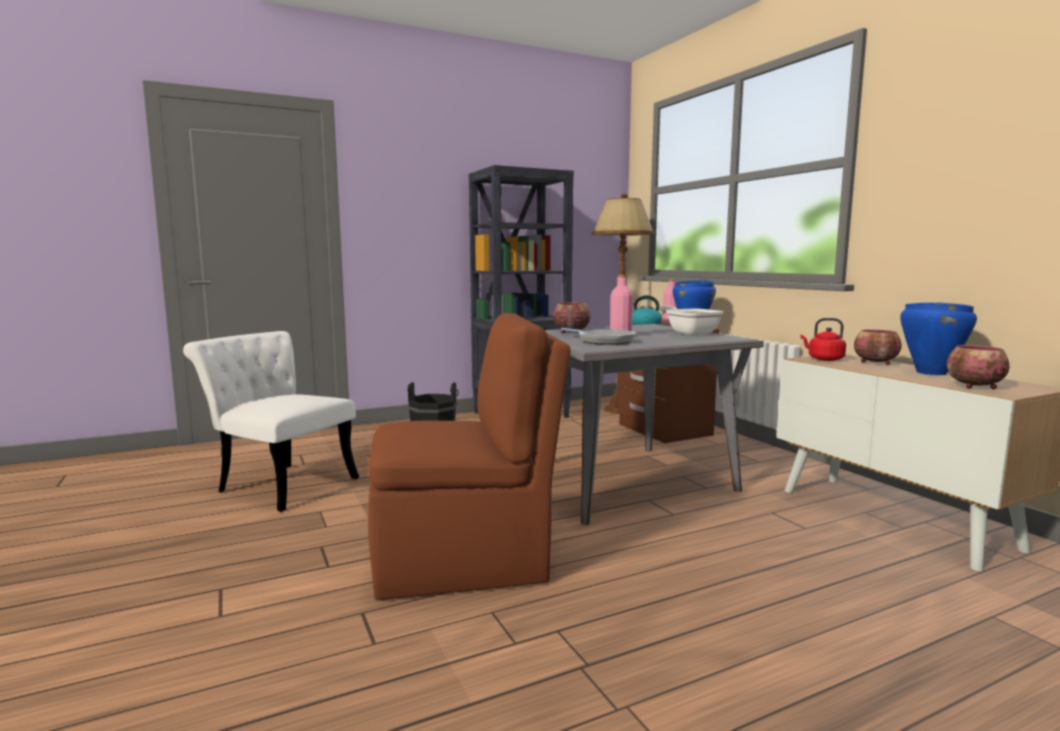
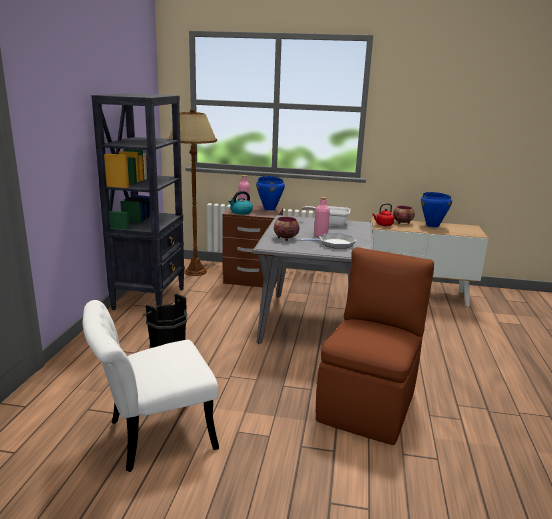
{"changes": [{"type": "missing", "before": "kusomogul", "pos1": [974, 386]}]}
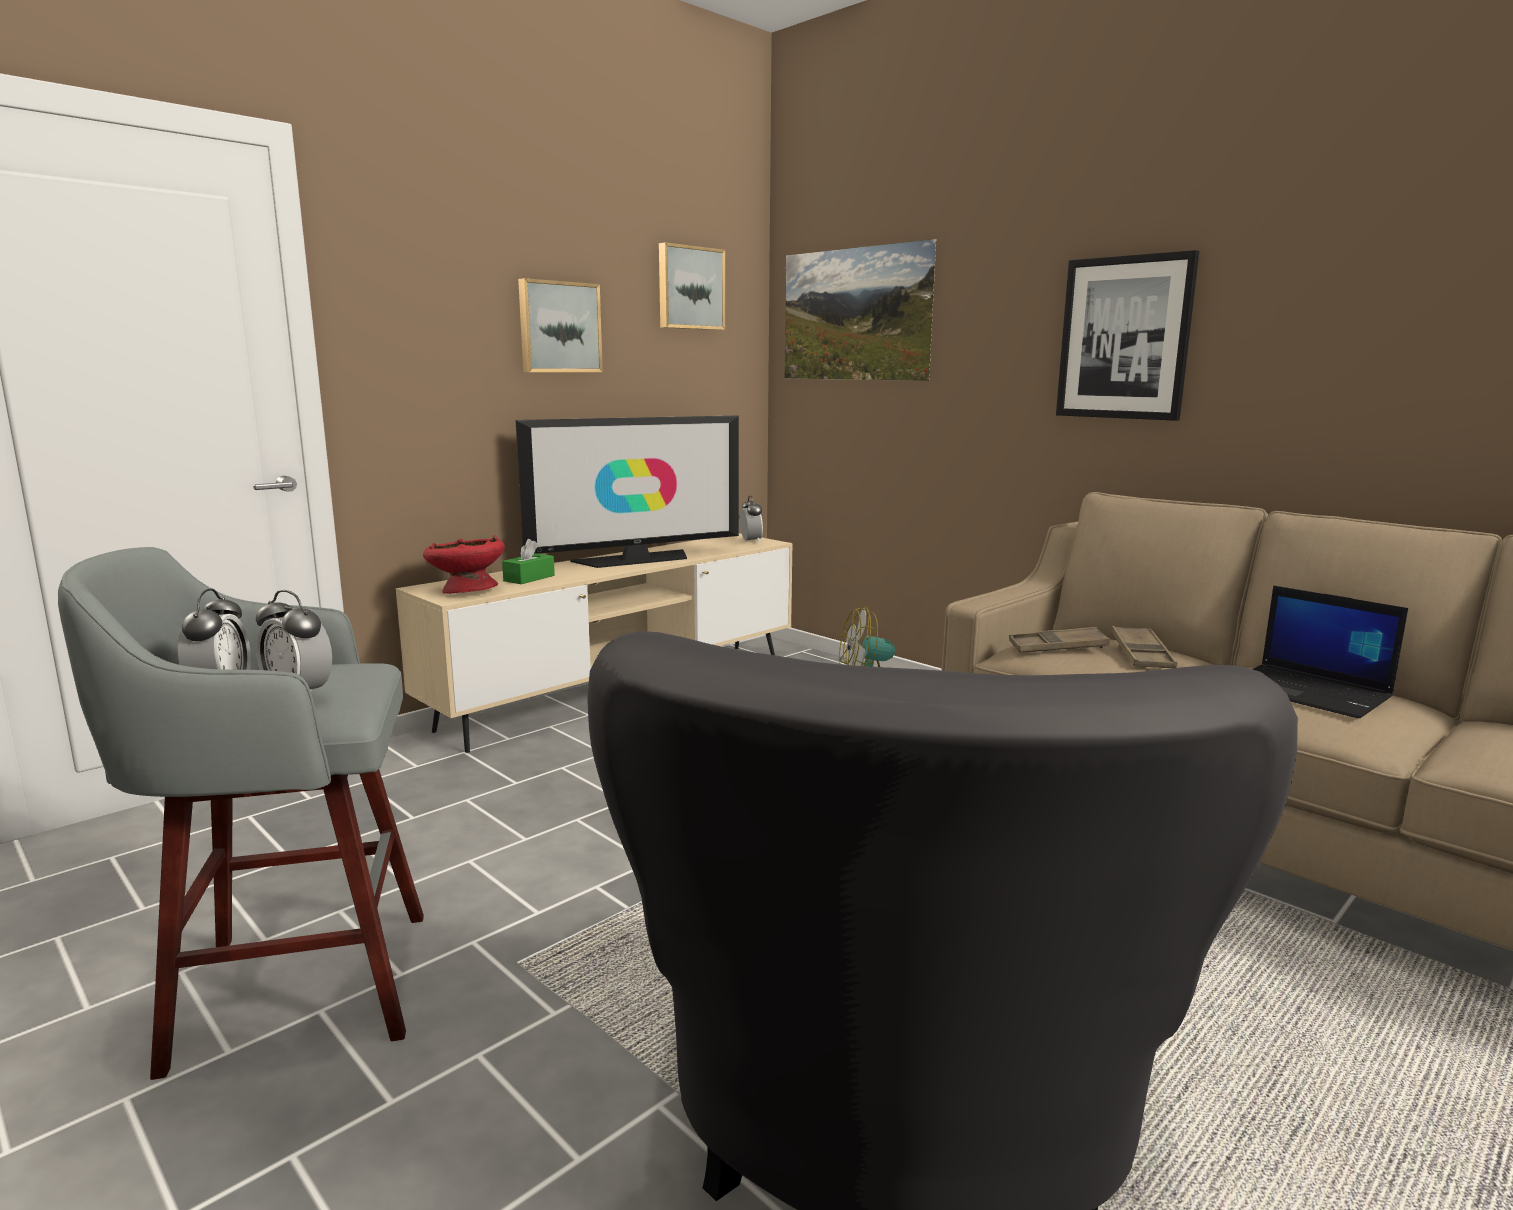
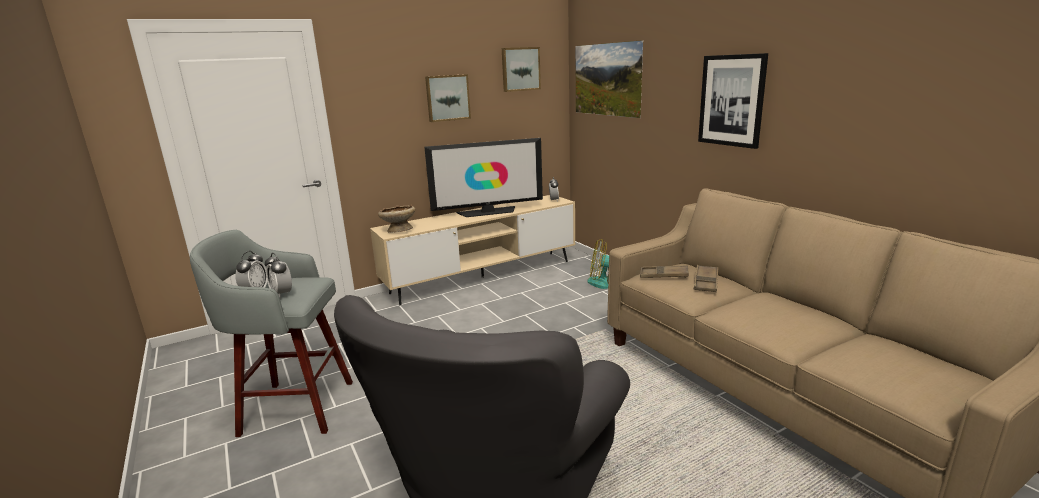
{"changes": [{"type": "missing", "before": "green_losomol", "pos1": [529, 578]}, {"type": "missing", "before": "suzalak", "pos1": [1310, 692]}, {"type": "colour", "before": "red_kusomogul", "after": "beige_kusomogul", "pos1": [466, 591], "pos2": [398, 231]}]}
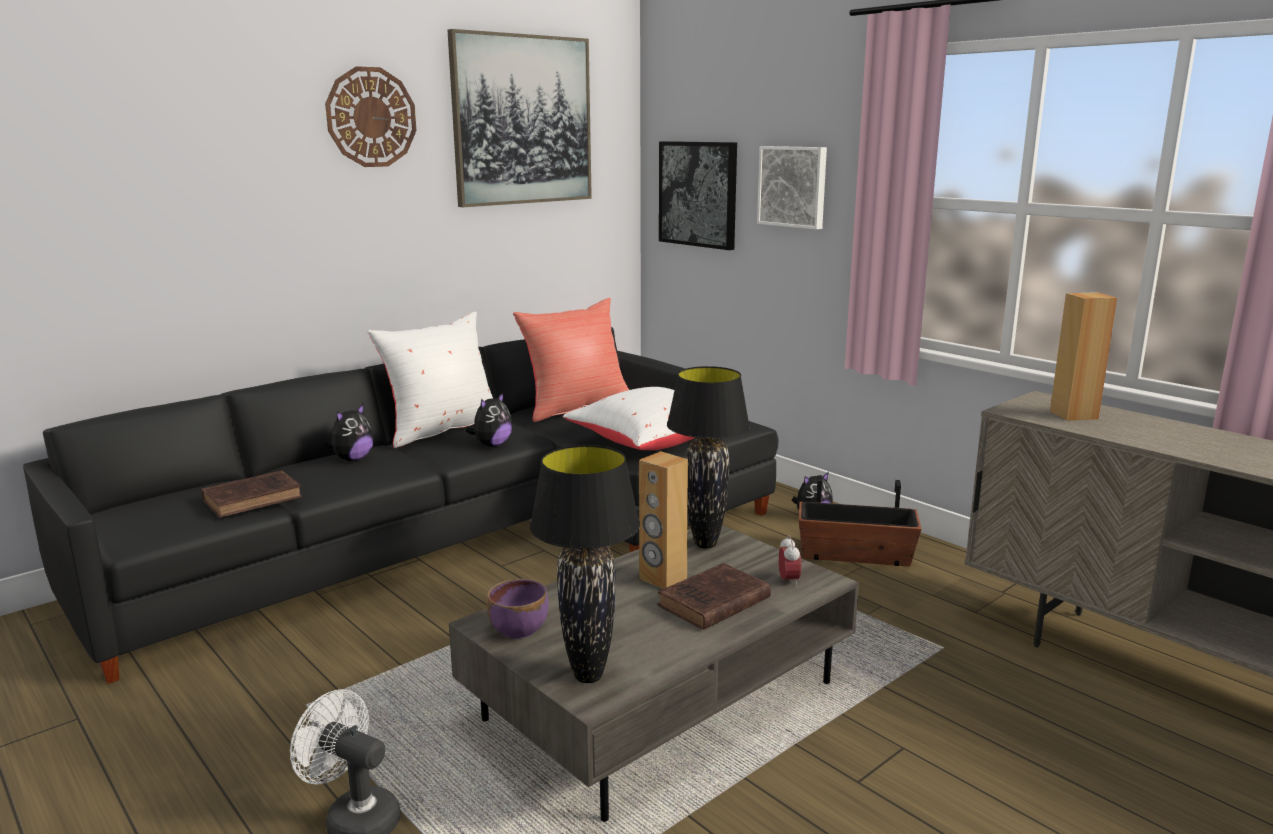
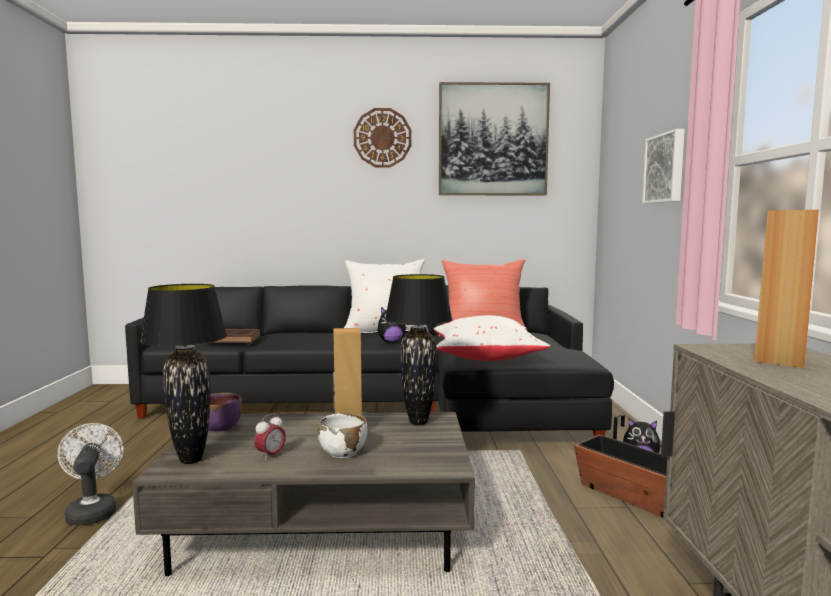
{"changes": [{"type": "missing", "before": "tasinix", "pos1": [352, 459]}, {"type": "missing", "before": "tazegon", "pos1": [698, 194]}, {"type": "relocated", "before": "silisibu", "pos1": [788, 581], "pos2": [270, 456]}, {"type": "exchanged", "before": "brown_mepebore", "after": "white_kusomogul", "pos1": [712, 603], "pos2": [343, 452]}]}
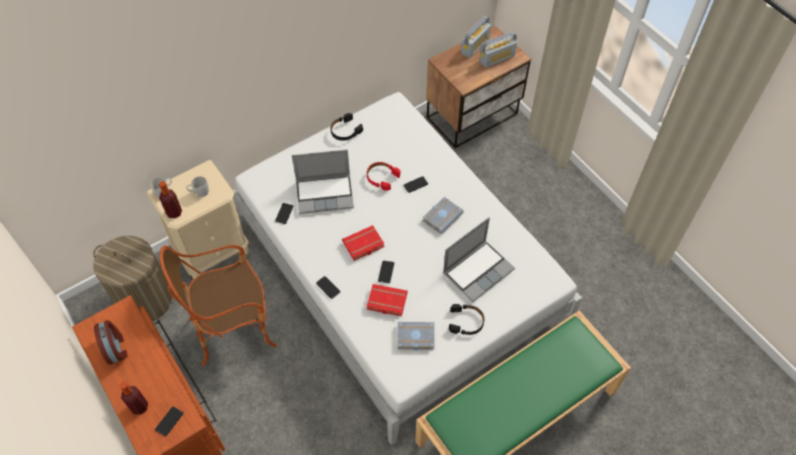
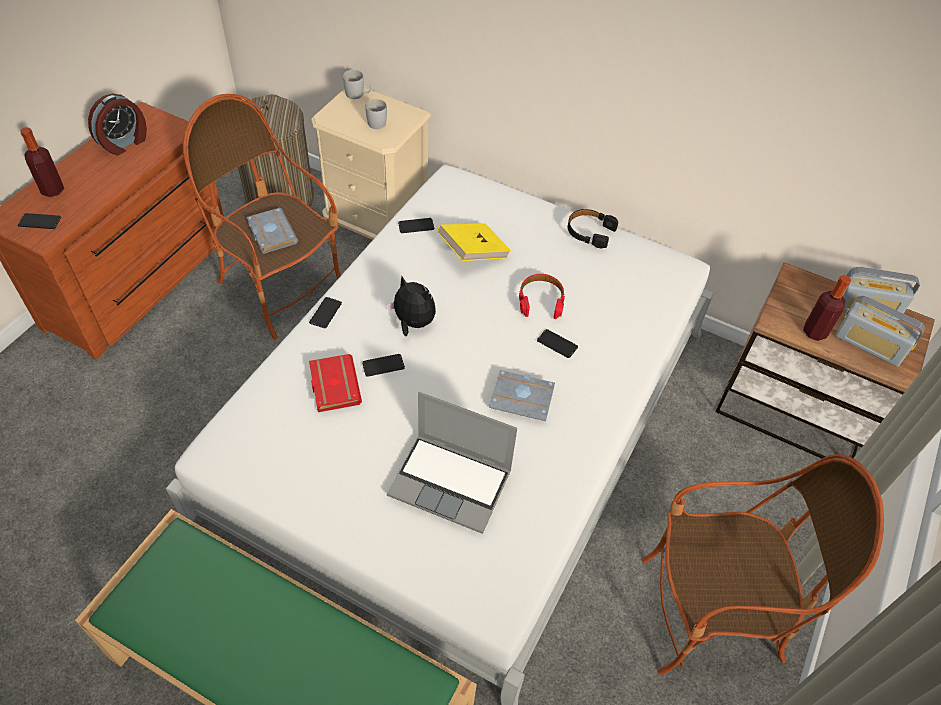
{"changes": [{"type": "missing", "before": "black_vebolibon", "pos1": [466, 322]}, {"type": "appeared", "after": "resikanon", "pos2": [708, 615]}, {"type": "relocated", "before": "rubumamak", "pos1": [174, 212], "pos2": [814, 332]}, {"type": "relocated", "before": "grey_mepebore", "pos1": [414, 338], "pos2": [270, 233]}, {"type": "exchanged", "before": "suzalak", "after": "yellow_mepebore", "pos1": [325, 194], "pos2": [473, 253]}, {"type": "exchanged", "before": "red_mepebore", "after": "tasinix", "pos1": [363, 245], "pos2": [412, 323]}]}
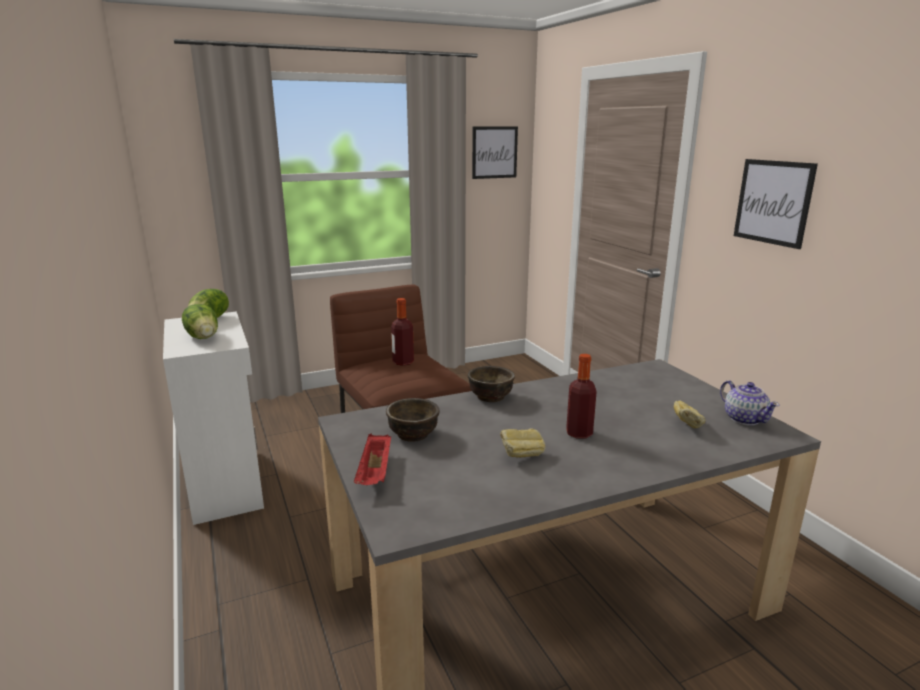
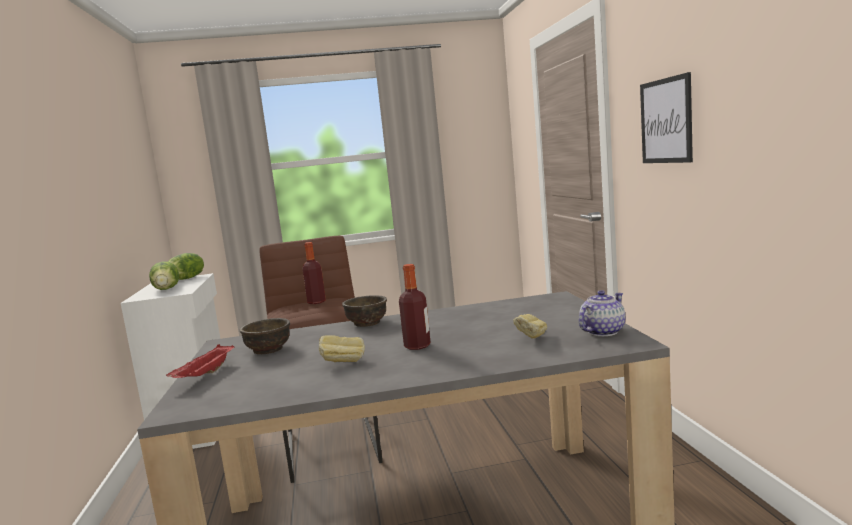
{"changes": [{"type": "missing", "before": "tazegon", "pos1": [494, 152]}, {"type": "spun", "before": "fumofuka", "pos1": [744, 418], "pos2": [602, 332], "turn": -120}]}
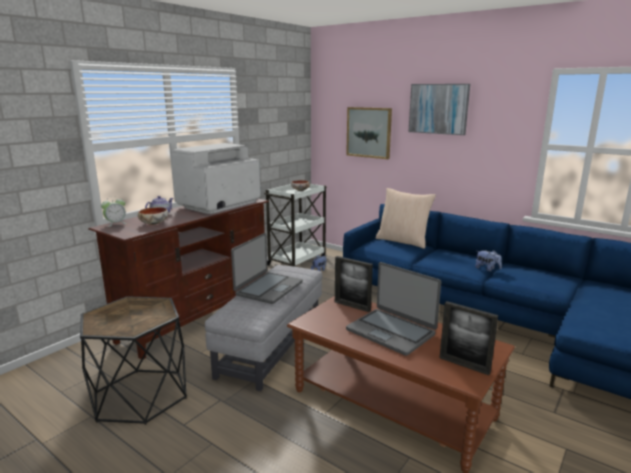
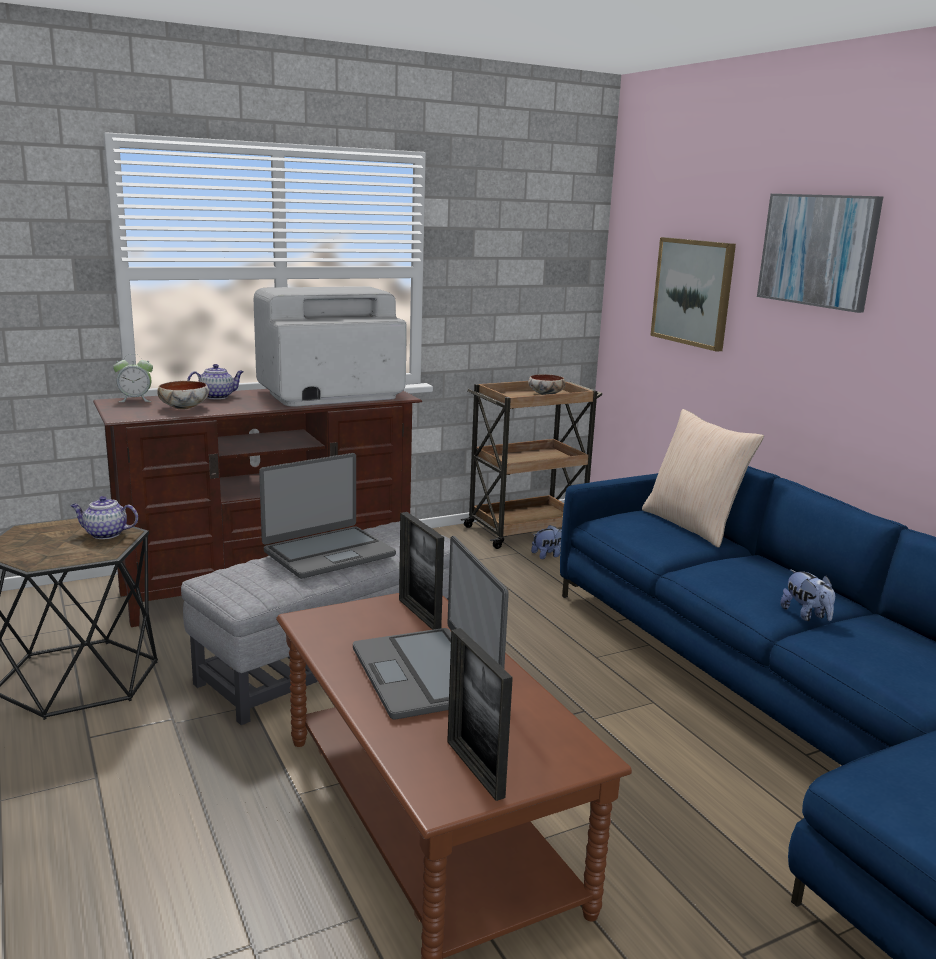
{"changes": [{"type": "appeared", "after": "fumofuka", "pos2": [105, 534]}, {"type": "colour", "before": "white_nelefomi", "after": "brown_nelefomi", "pos1": [297, 261], "pos2": [526, 530]}]}
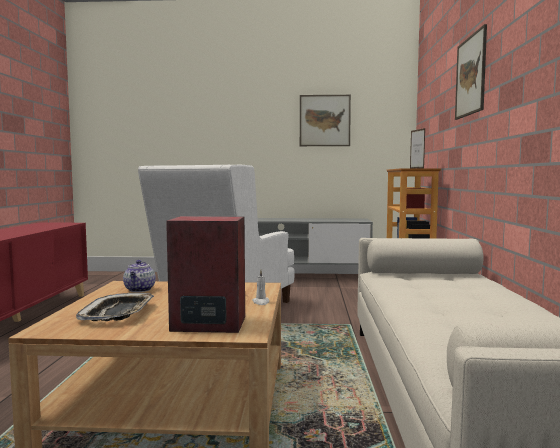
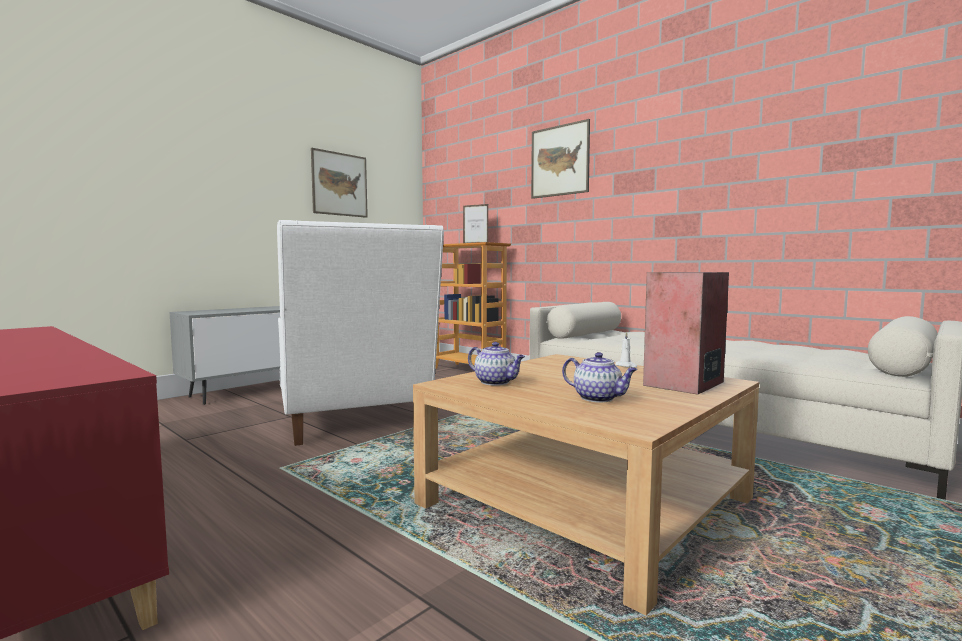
{"changes": [{"type": "exchanged", "before": "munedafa", "after": "fumofuka", "pos1": [118, 313], "pos2": [598, 398]}]}
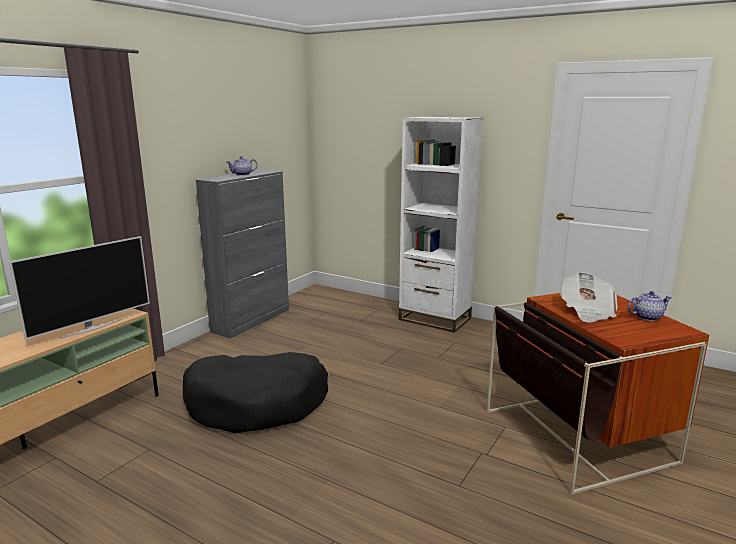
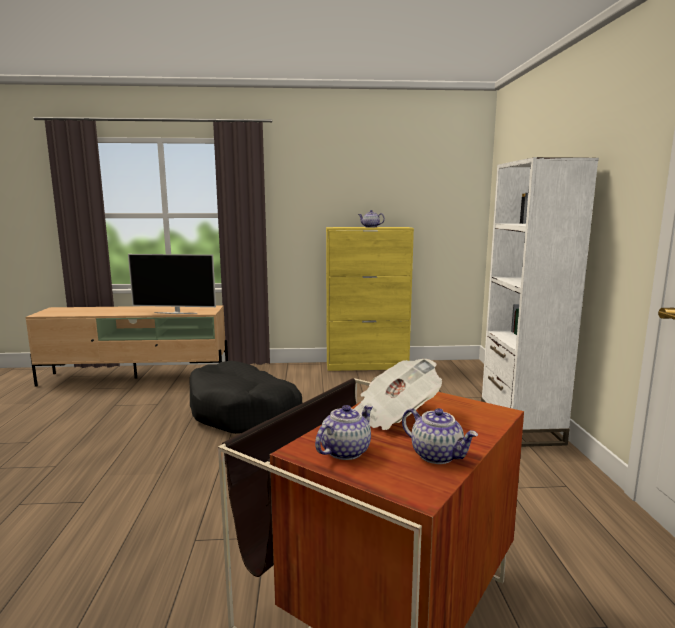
{"changes": [{"type": "appeared", "after": "fumofuka", "pos2": [345, 451]}, {"type": "colour", "before": "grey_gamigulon", "after": "yellow_gamigulon", "pos1": [252, 320], "pos2": [367, 366]}]}
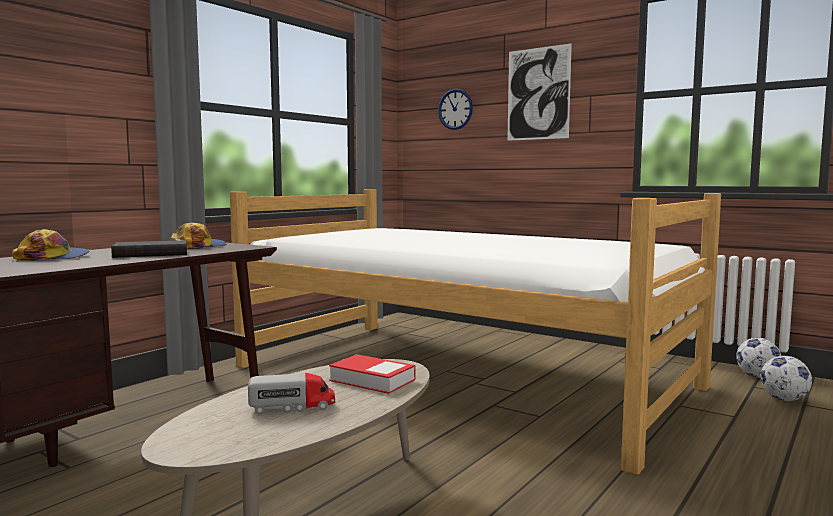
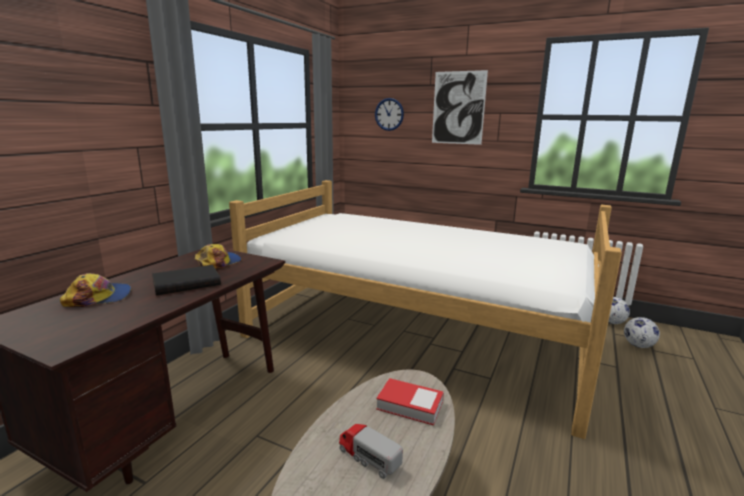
{"changes": [{"type": "spun", "before": "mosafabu", "pos1": [292, 407], "pos2": [368, 457], "turn": -120}]}
